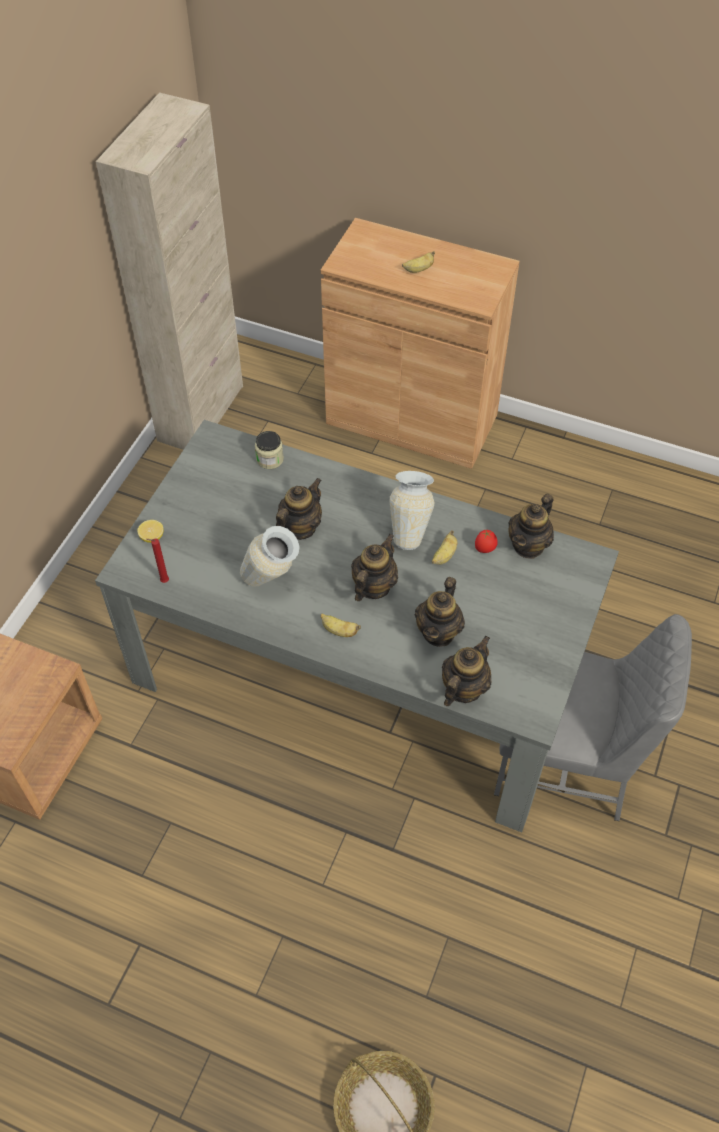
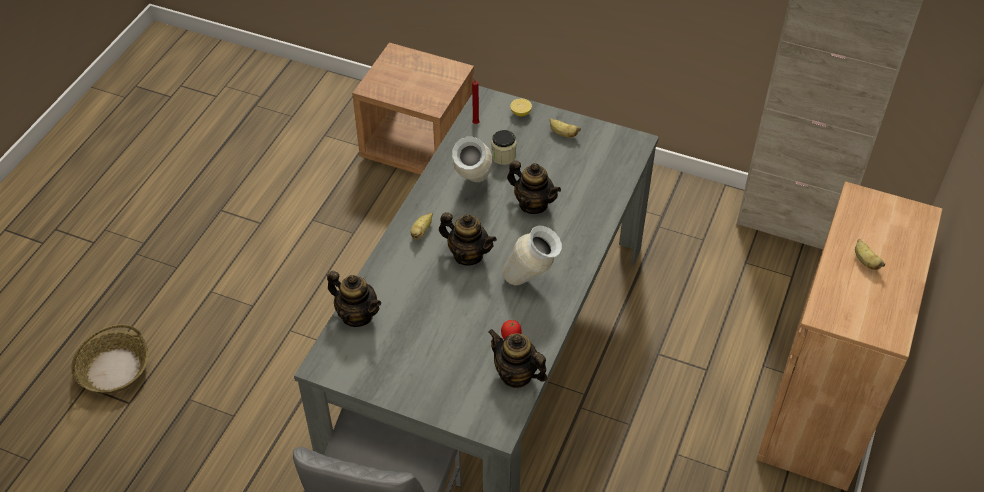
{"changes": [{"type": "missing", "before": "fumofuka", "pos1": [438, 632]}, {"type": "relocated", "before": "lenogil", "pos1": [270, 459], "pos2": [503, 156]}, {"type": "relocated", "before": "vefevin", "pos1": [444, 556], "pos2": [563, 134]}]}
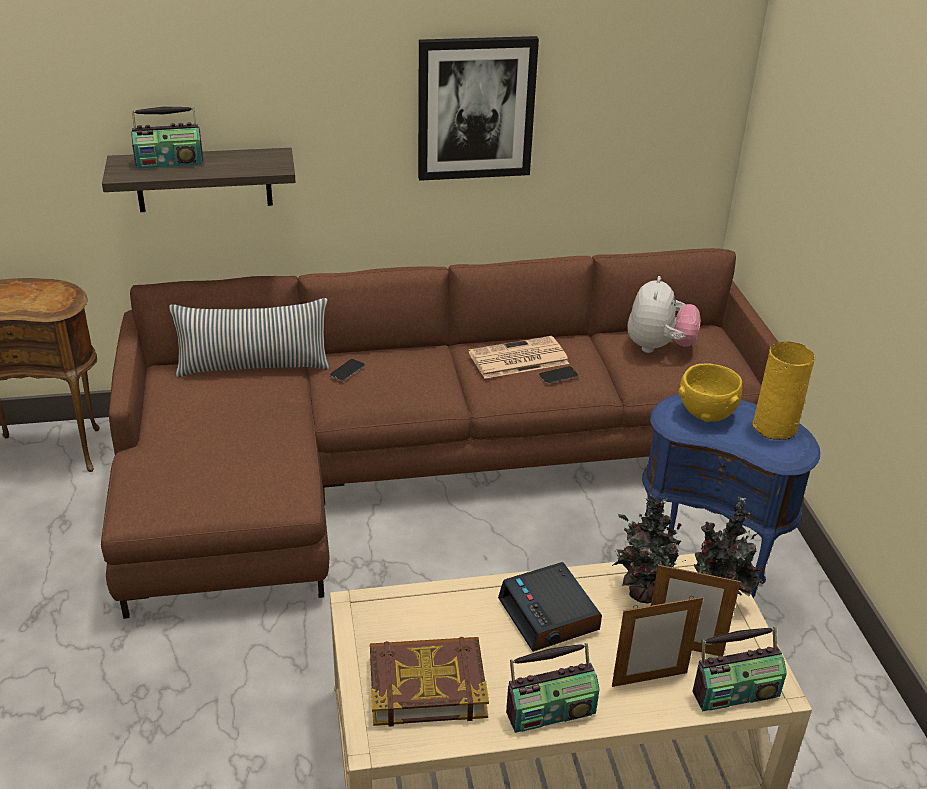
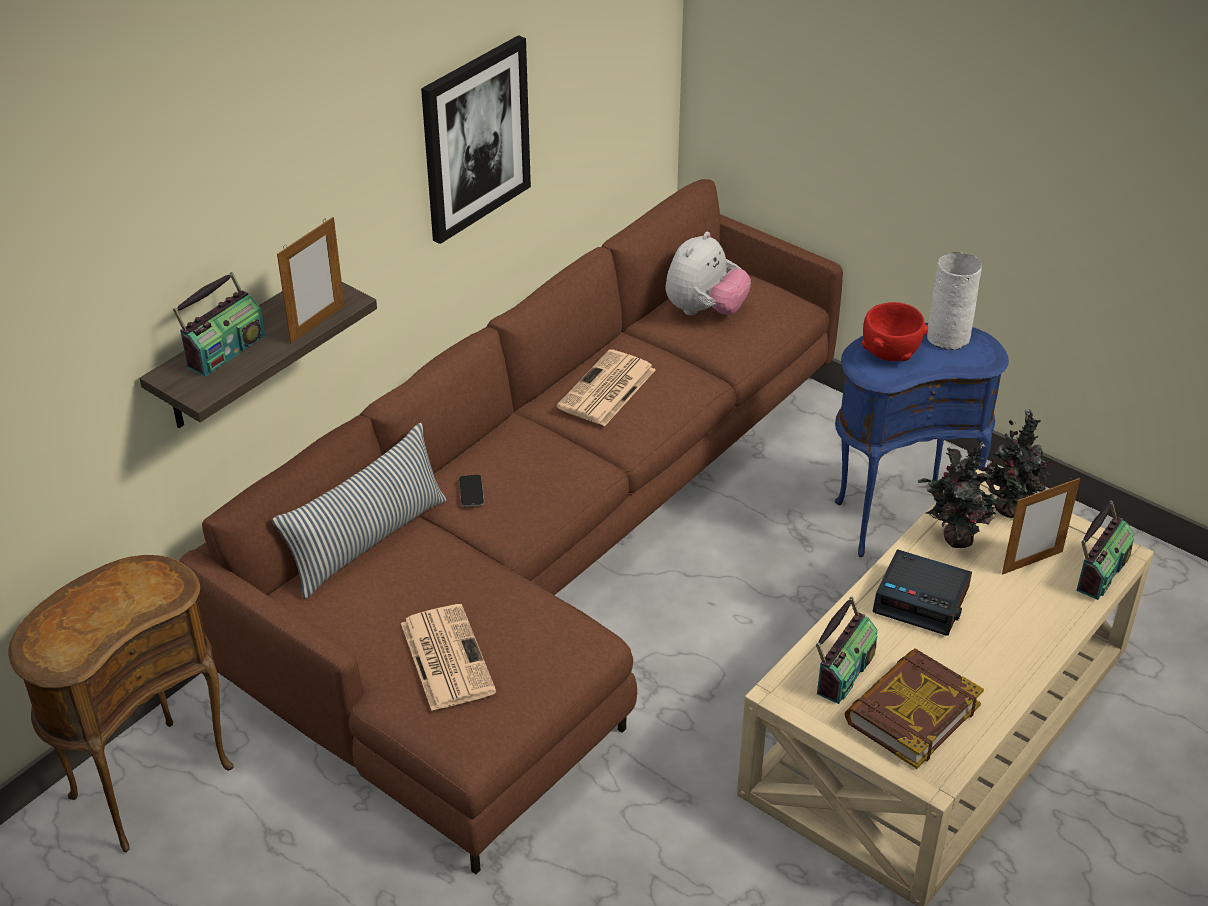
{"changes": [{"type": "missing", "before": "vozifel", "pos1": [558, 376]}, {"type": "appeared", "after": "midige", "pos2": [446, 657]}, {"type": "relocated", "before": "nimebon", "pos1": [550, 711], "pos2": [843, 671]}, {"type": "relocated", "before": "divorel", "pos1": [649, 679], "pos2": [317, 324]}, {"type": "colour", "before": "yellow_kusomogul", "after": "red_kusomogul", "pos1": [706, 414], "pos2": [890, 353]}, {"type": "colour", "before": "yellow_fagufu", "after": "white_fagufu", "pos1": [775, 428], "pos2": [949, 337]}, {"type": "spun", "before": "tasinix", "pos1": [658, 347], "pos2": [705, 311], "turn": 60}]}
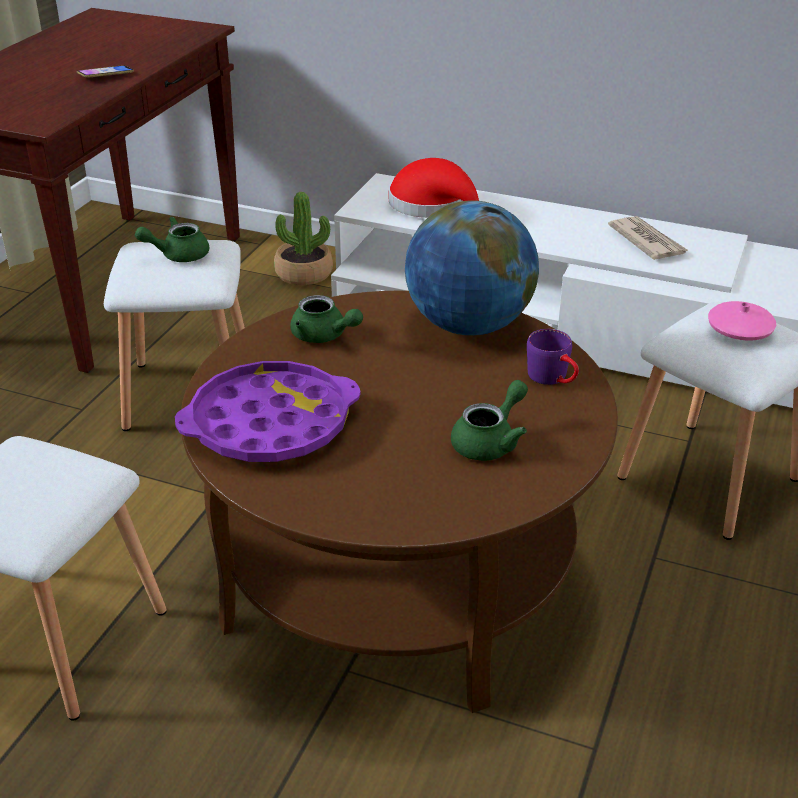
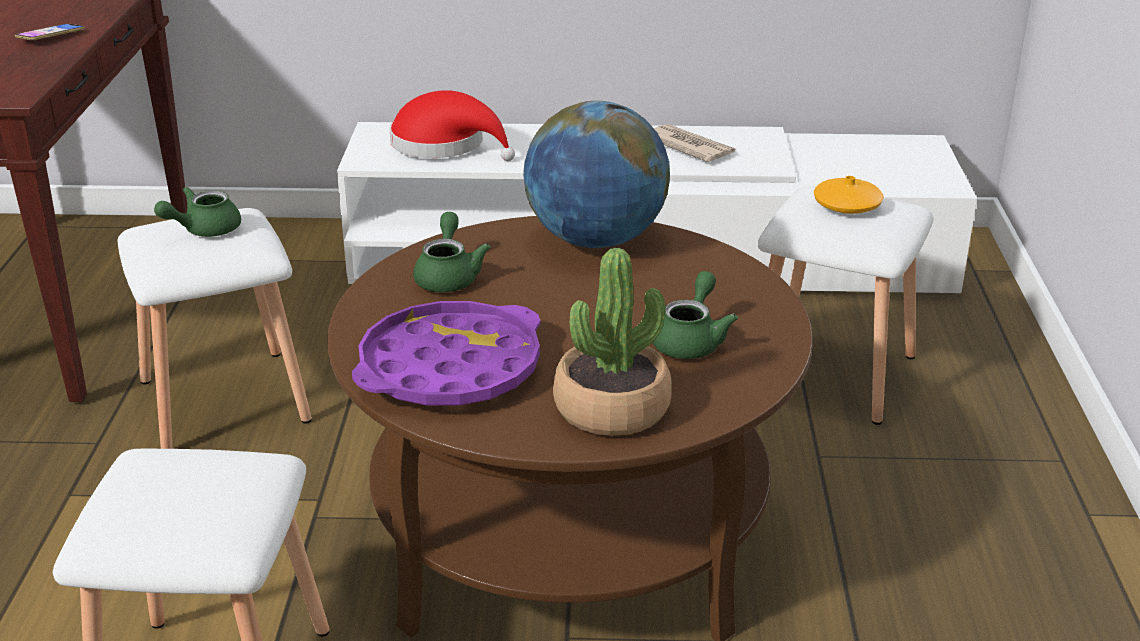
{"changes": [{"type": "missing", "before": "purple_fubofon", "pos1": [553, 378]}, {"type": "relocated", "before": "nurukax", "pos1": [304, 274], "pos2": [612, 408]}, {"type": "colour", "before": "pink_fagufu", "after": "orange_fagufu", "pos1": [739, 330], "pos2": [847, 205]}, {"type": "spun", "before": "green_fumofuka", "pos1": [324, 336], "pos2": [448, 276], "turn": -105}]}
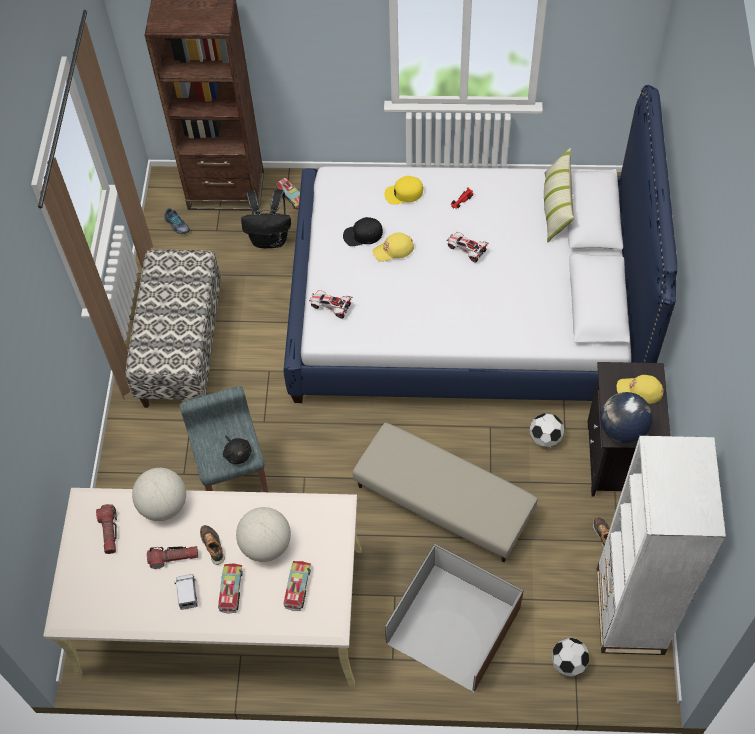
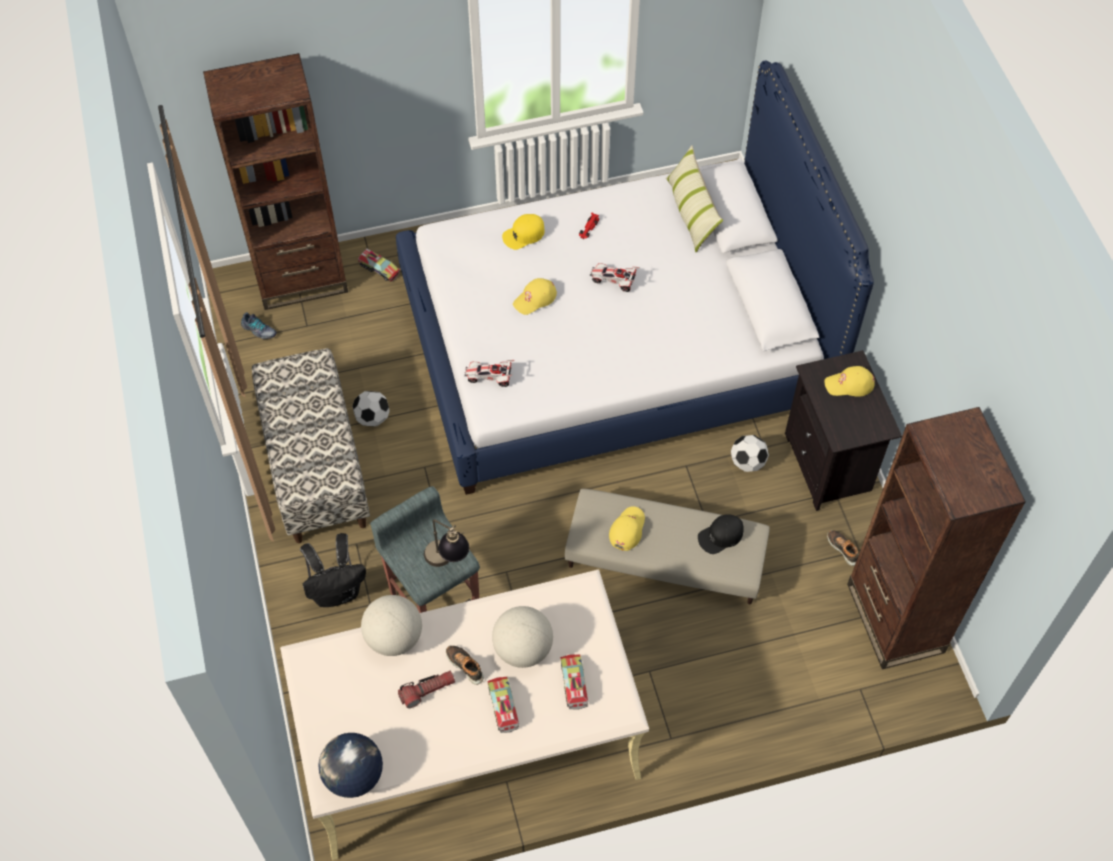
{"changes": [{"type": "missing", "before": "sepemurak", "pos1": [109, 531]}, {"type": "missing", "before": "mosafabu", "pos1": [187, 593]}, {"type": "missing", "before": "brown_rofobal", "pos1": [451, 625]}, {"type": "appeared", "after": "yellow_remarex", "pos2": [627, 529]}, {"type": "relocated", "before": "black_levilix", "pos1": [270, 239], "pos2": [337, 591]}, {"type": "relocated", "before": "black_remarex", "pos1": [362, 235], "pos2": [720, 536]}, {"type": "relocated", "before": "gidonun", "pos1": [568, 663], "pos2": [372, 418]}, {"type": "relocated", "before": "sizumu", "pos1": [622, 430], "pos2": [354, 776]}, {"type": "exchanged", "before": "black_tasinix", "after": "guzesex", "pos1": [237, 453], "pos2": [447, 561]}, {"type": "colour", "before": "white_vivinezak", "after": "brown_vivinezak", "pos1": [629, 611], "pos2": [895, 618]}]}
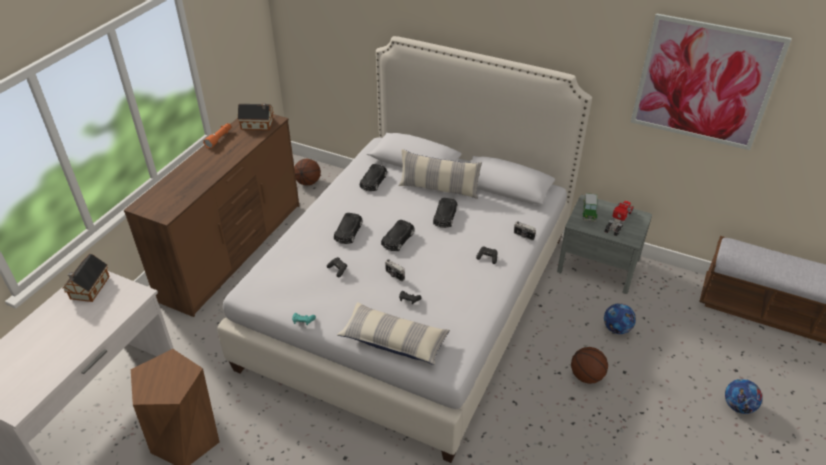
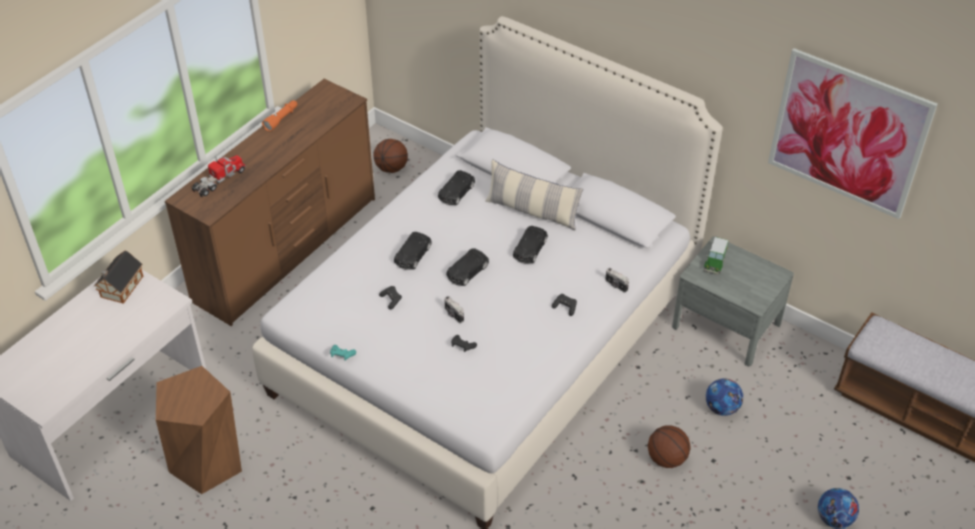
{"changes": [{"type": "missing", "before": "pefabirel", "pos1": [258, 124]}, {"type": "missing", "before": "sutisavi", "pos1": [394, 340]}, {"type": "relocated", "before": "mosafabu", "pos1": [618, 221], "pos2": [219, 180]}]}
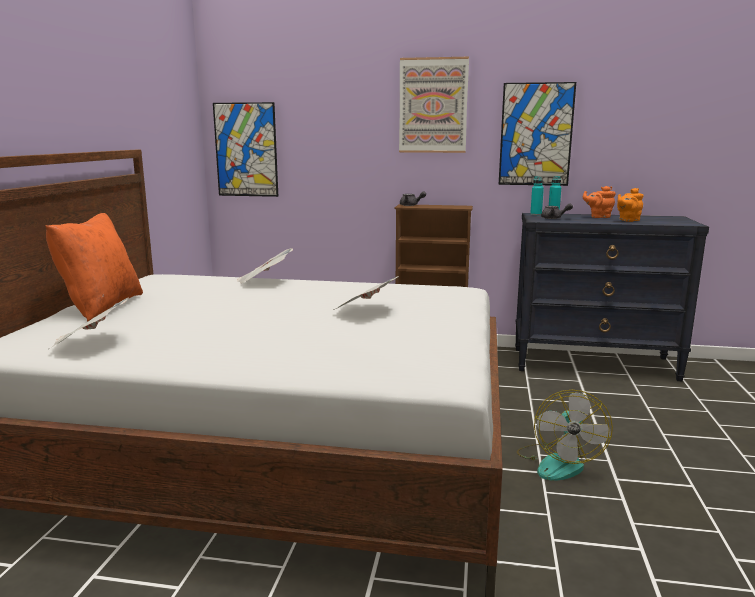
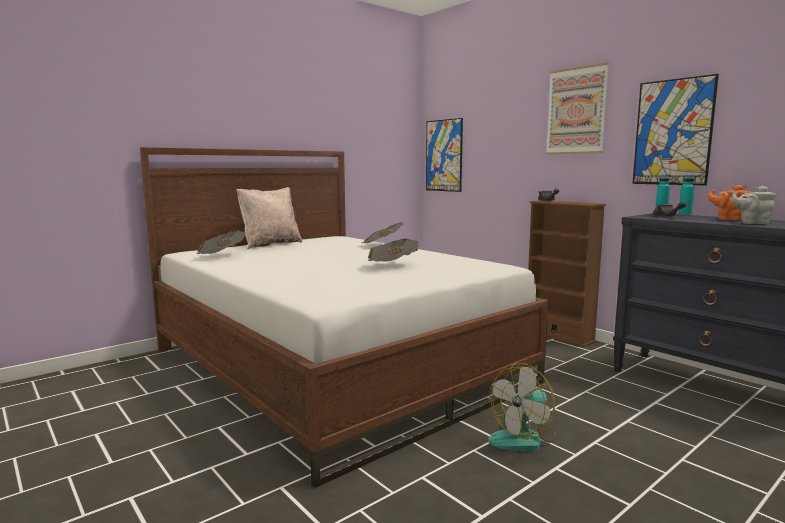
{"changes": [{"type": "colour", "before": "orange_sutisavi", "after": "beige_sutisavi", "pos1": [101, 307], "pos2": [270, 244]}, {"type": "colour", "before": "orange_fumofuka", "after": "grey_fumofuka", "pos1": [628, 220], "pos2": [752, 223]}]}
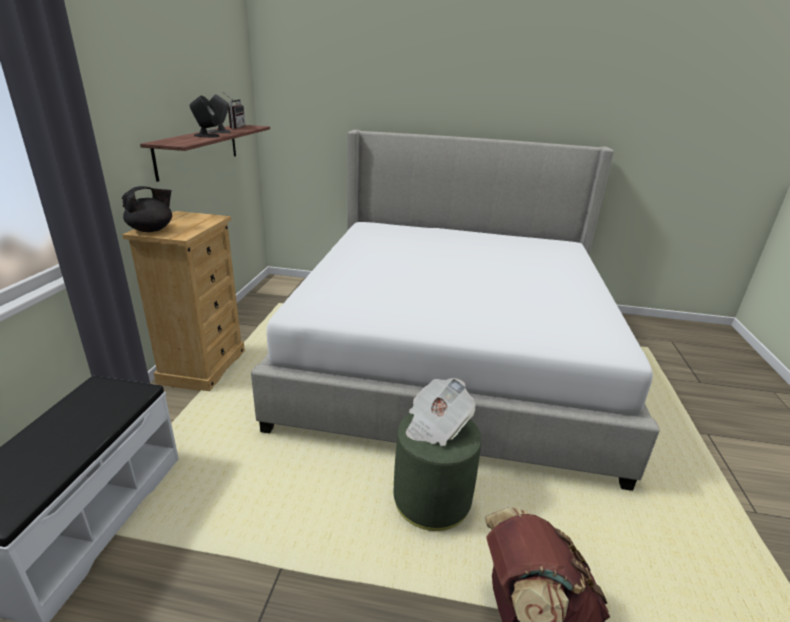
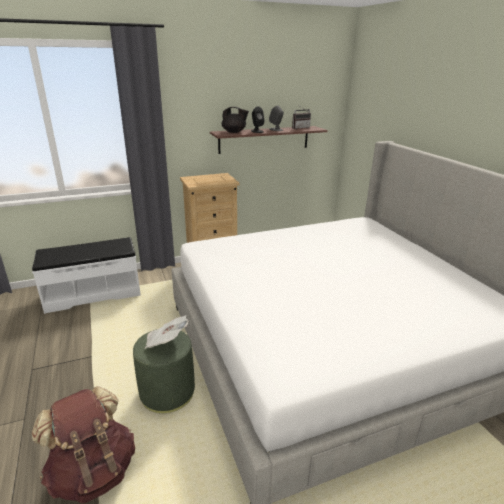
{"changes": [{"type": "relocated", "before": "black_fumofuka", "pos1": [152, 230], "pos2": [234, 132]}]}
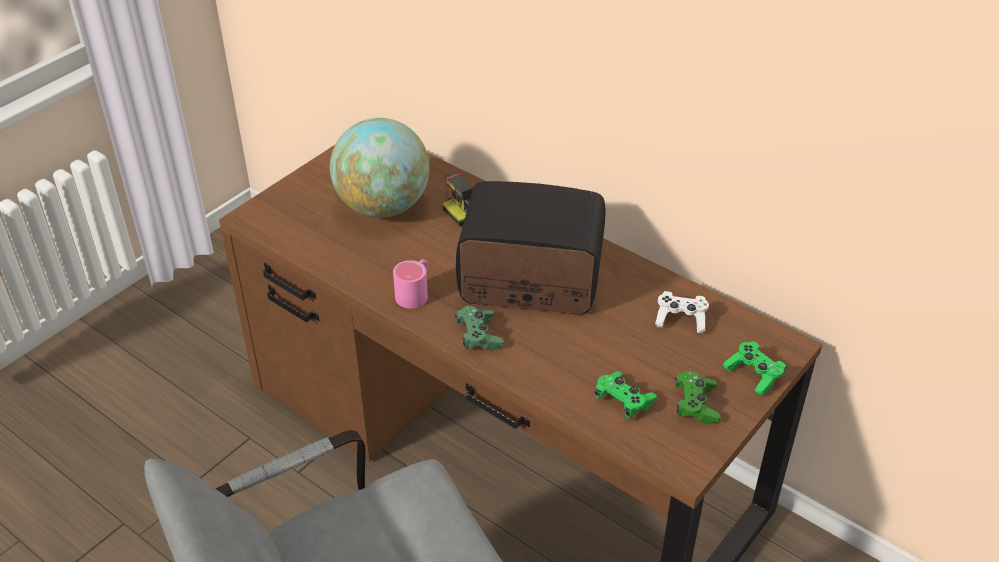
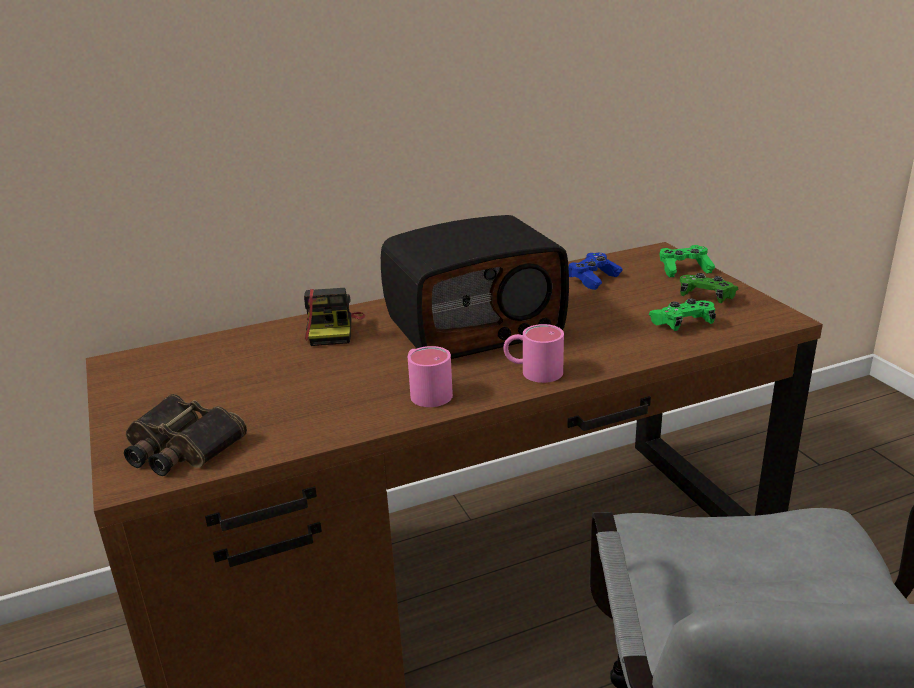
{"changes": [{"type": "missing", "before": "sizumu", "pos1": [383, 206]}, {"type": "appeared", "after": "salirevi", "pos2": [180, 447]}, {"type": "exchanged", "before": "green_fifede", "after": "pink_fubofon", "pos1": [479, 336], "pos2": [533, 371]}, {"type": "colour", "before": "white_fifede", "after": "blue_fifede", "pos1": [680, 319], "pos2": [593, 279]}, {"type": "spun", "before": "nimebon", "pos1": [529, 281], "pos2": [475, 328], "turn": -150}]}
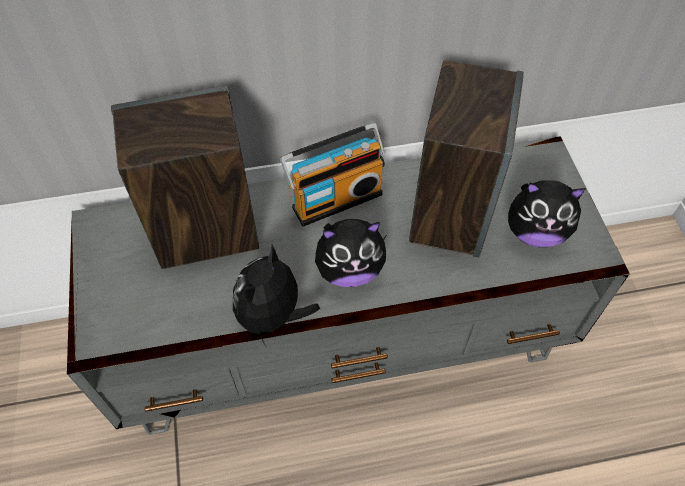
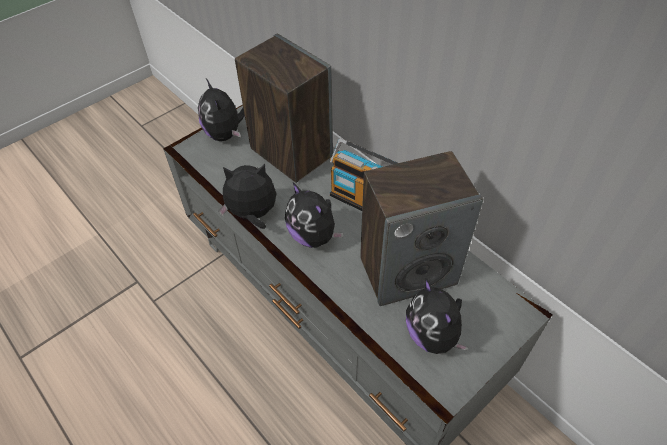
{"changes": [{"type": "appeared", "after": "tasinix", "pos2": [225, 134]}]}
